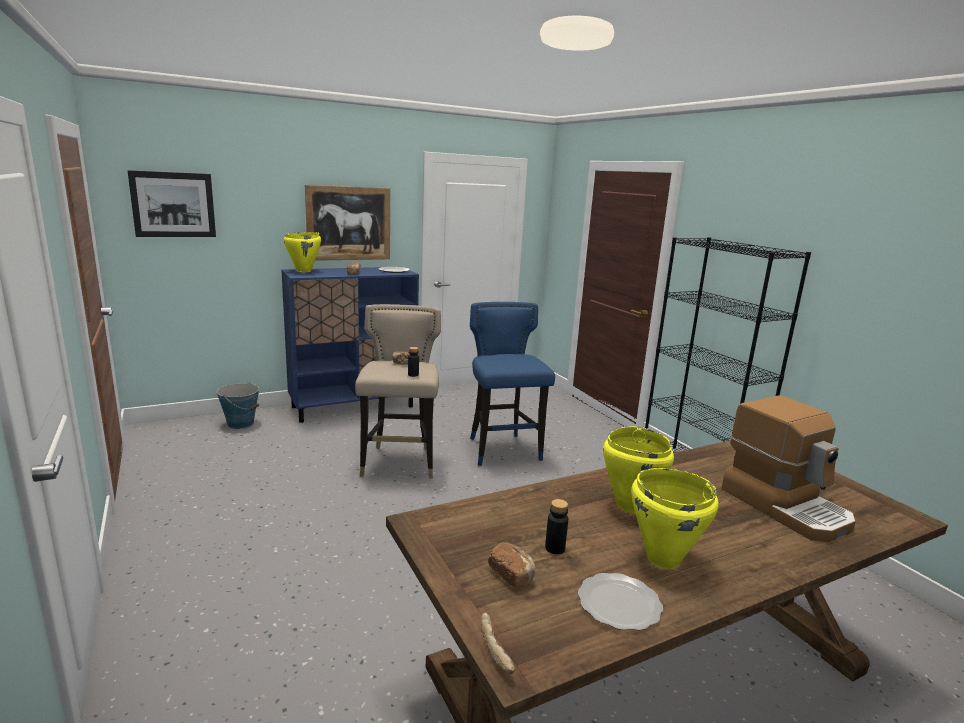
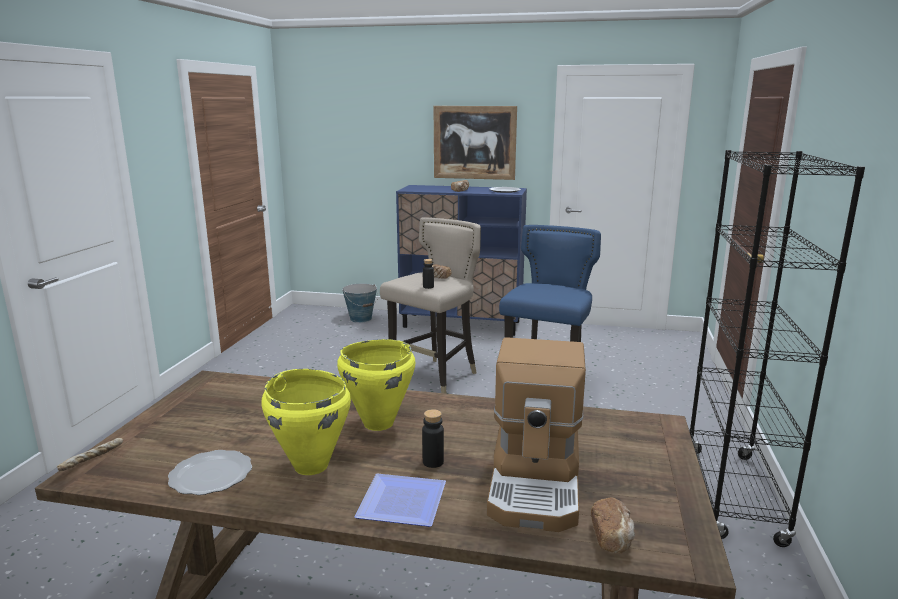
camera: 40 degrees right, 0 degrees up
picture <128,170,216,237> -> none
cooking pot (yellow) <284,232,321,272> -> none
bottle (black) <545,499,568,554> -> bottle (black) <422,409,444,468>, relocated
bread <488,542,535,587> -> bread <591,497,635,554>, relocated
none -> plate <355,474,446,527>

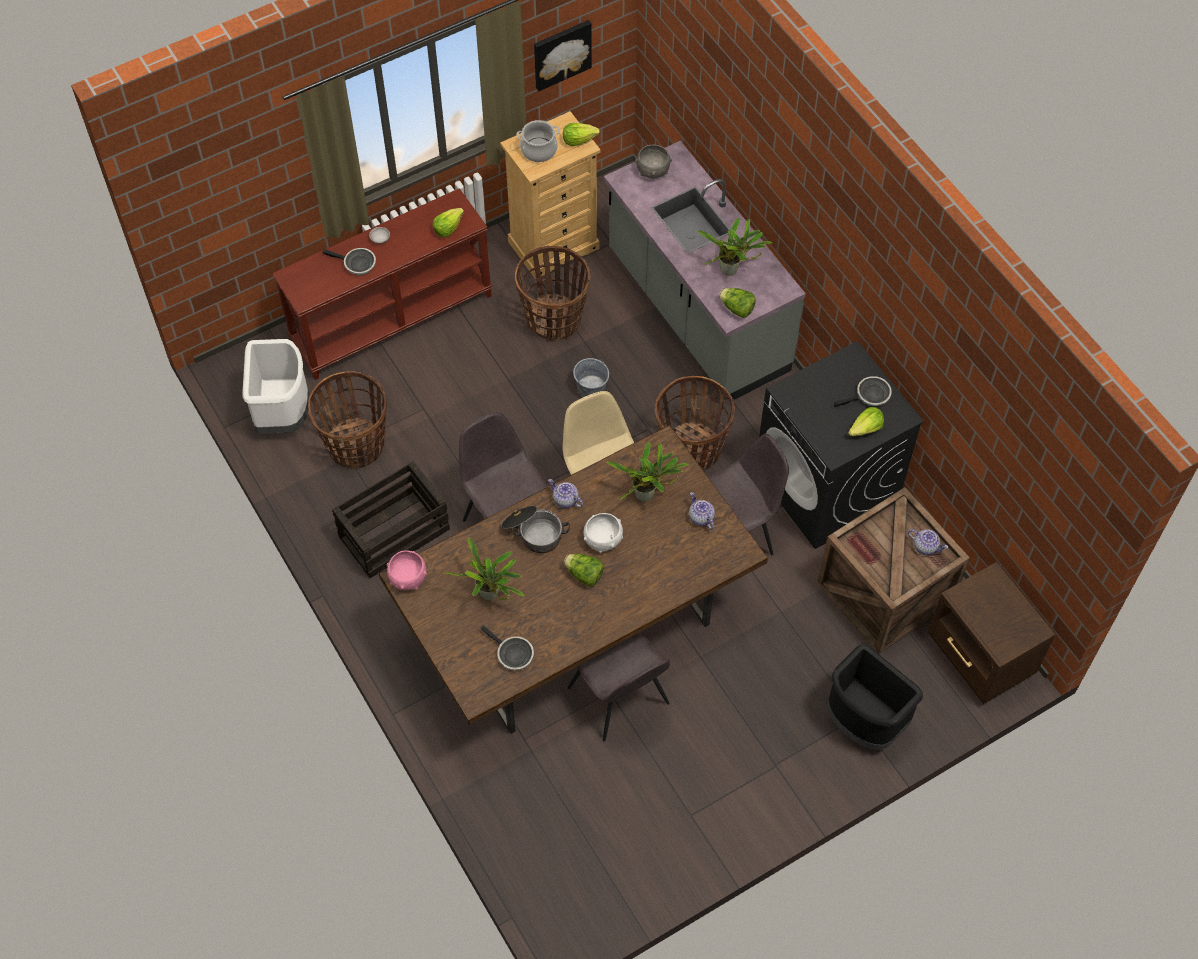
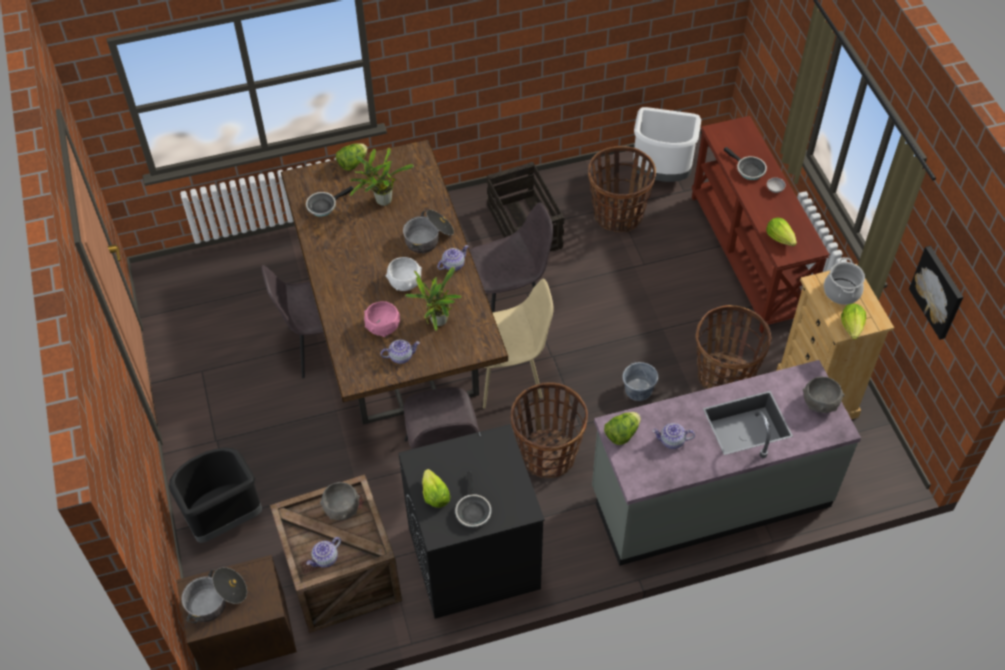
camera: 105 degrees right, 5 degrees down
potted plant <697,218,773,276> -> teapot <652,423,695,449>
frying pan <322,248,376,275> -> frying pan <724,147,767,180>, 75 degrees counterclockwise
bowl (pink) <387,550,427,590> -> bowl (pink) <364,301,400,337>, relocated
lettuce <564,554,604,587> -> lettuce <336,143,368,171>, relocated
none -> bowl (grey) <320,482,360,520>
none -> cooking pot <181,567,247,623>

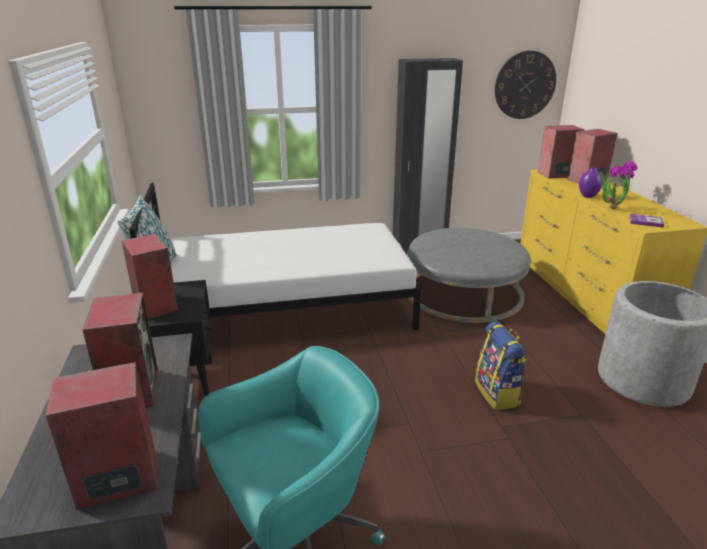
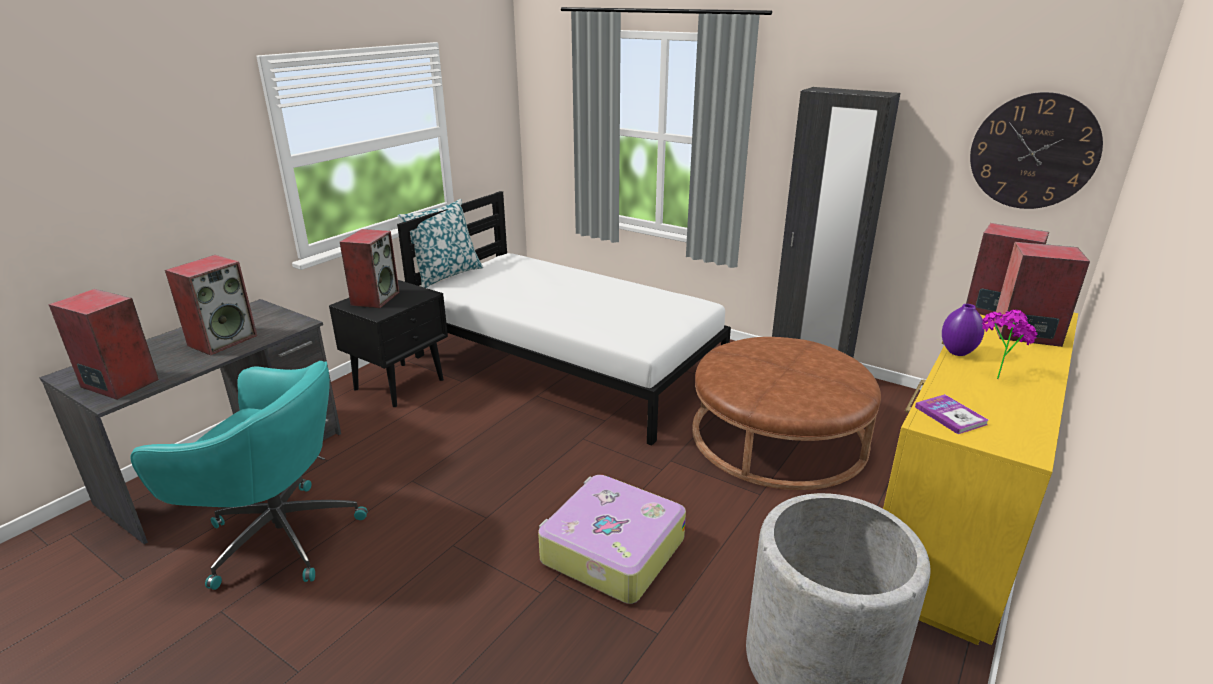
camera: 45 degrees right, 0 degrees up
potted plant <598,169,632,210> -> none
ottoman (grey) <407,228,531,323> -> ottoman (brown) <692,337,881,490>
backpack <475,321,527,410> -> suitcase <538,475,686,604>

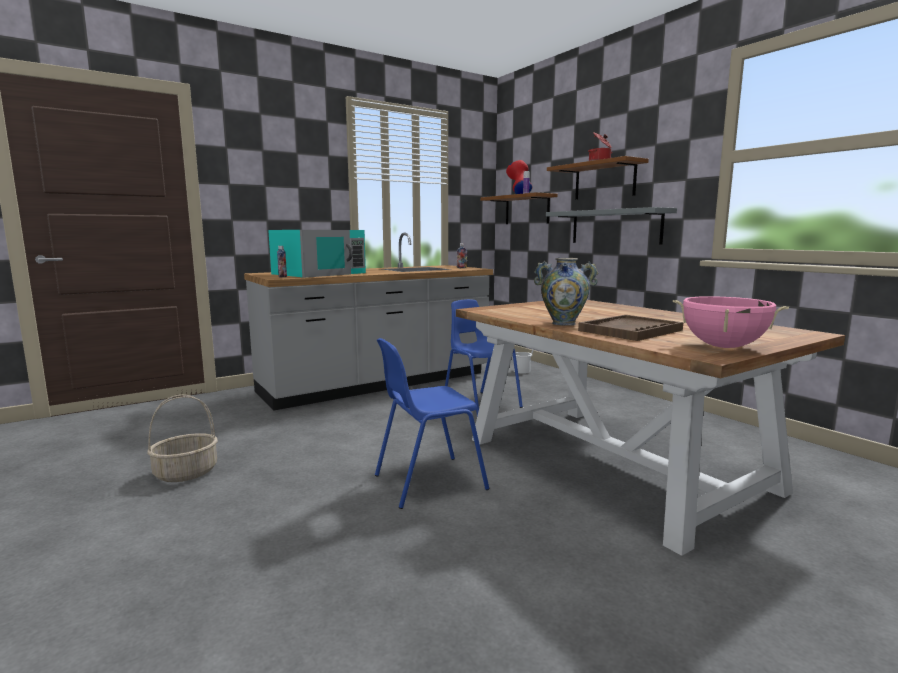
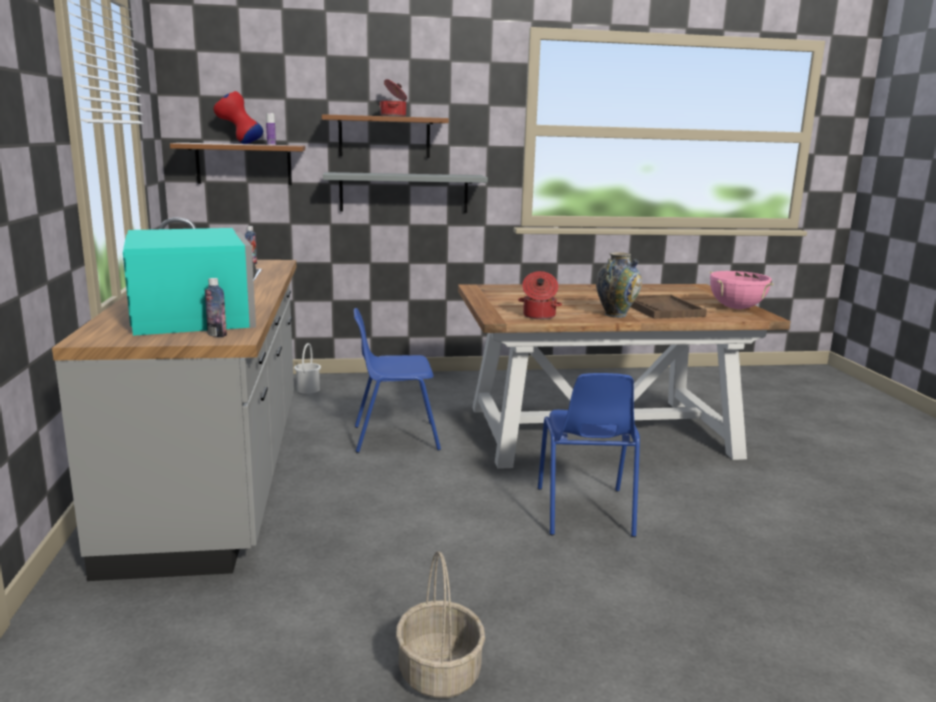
camera: 65 degrees left, 5 degrees up
none -> cooking pot <518,271,562,319>

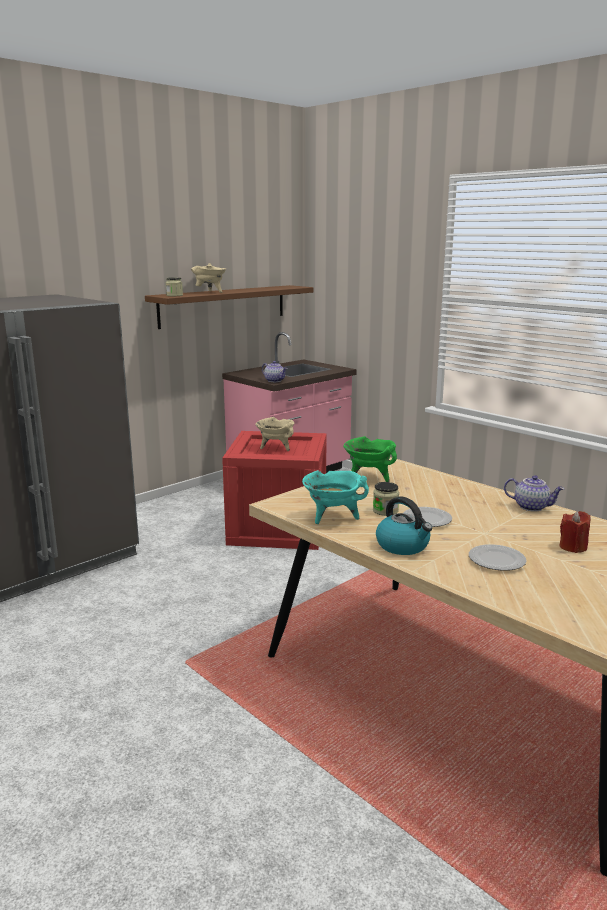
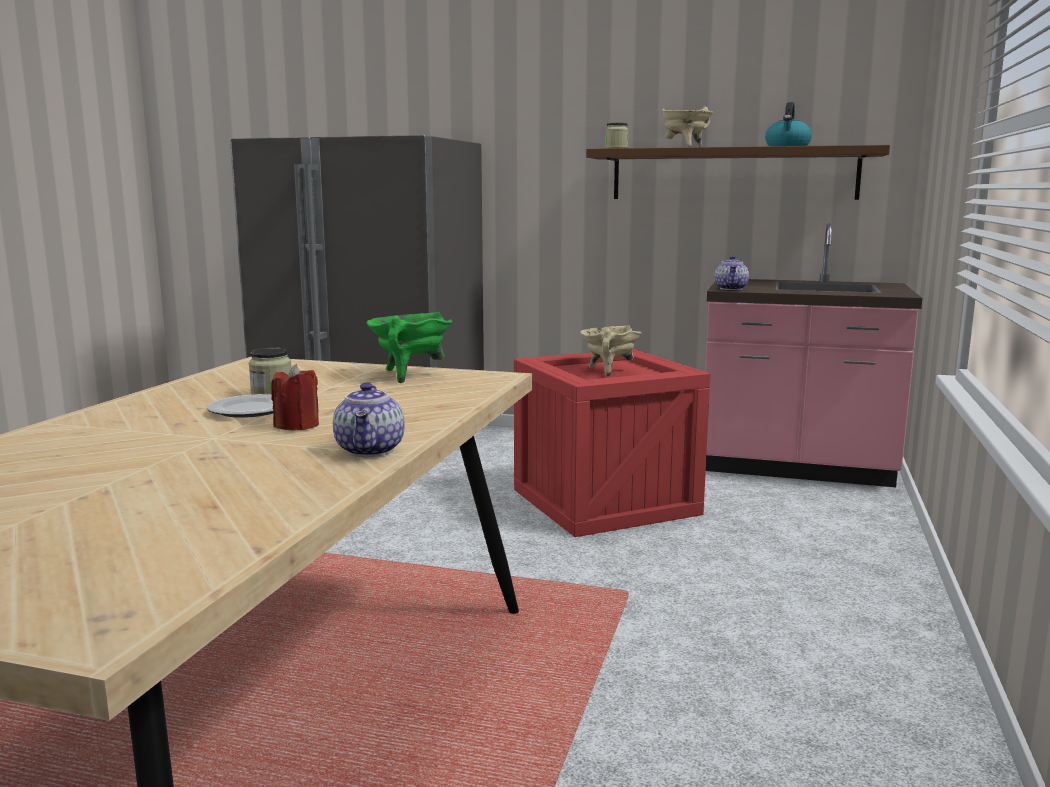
camera: 60 degrees right, 5 degrees down
cooking pot (turquoise) <302,470,369,524> -> none
kettle <376,496,433,555> -> kettle <765,102,812,146>, relocated
candle (red) <560,511,590,553> -> candle (red) <271,364,319,430>, relocated
plate <469,544,527,571> -> none

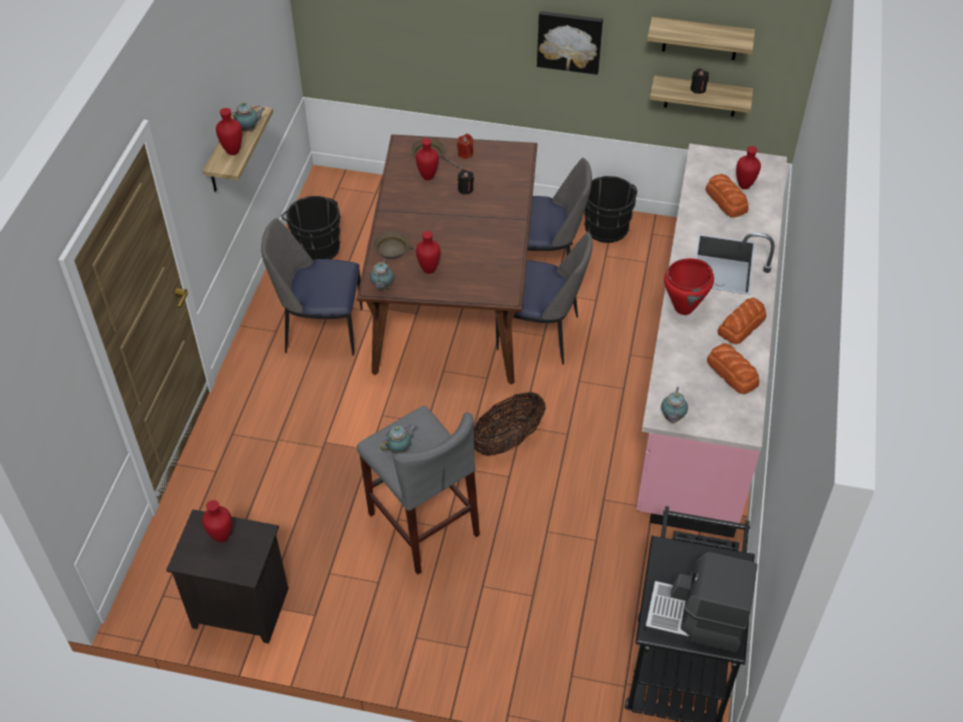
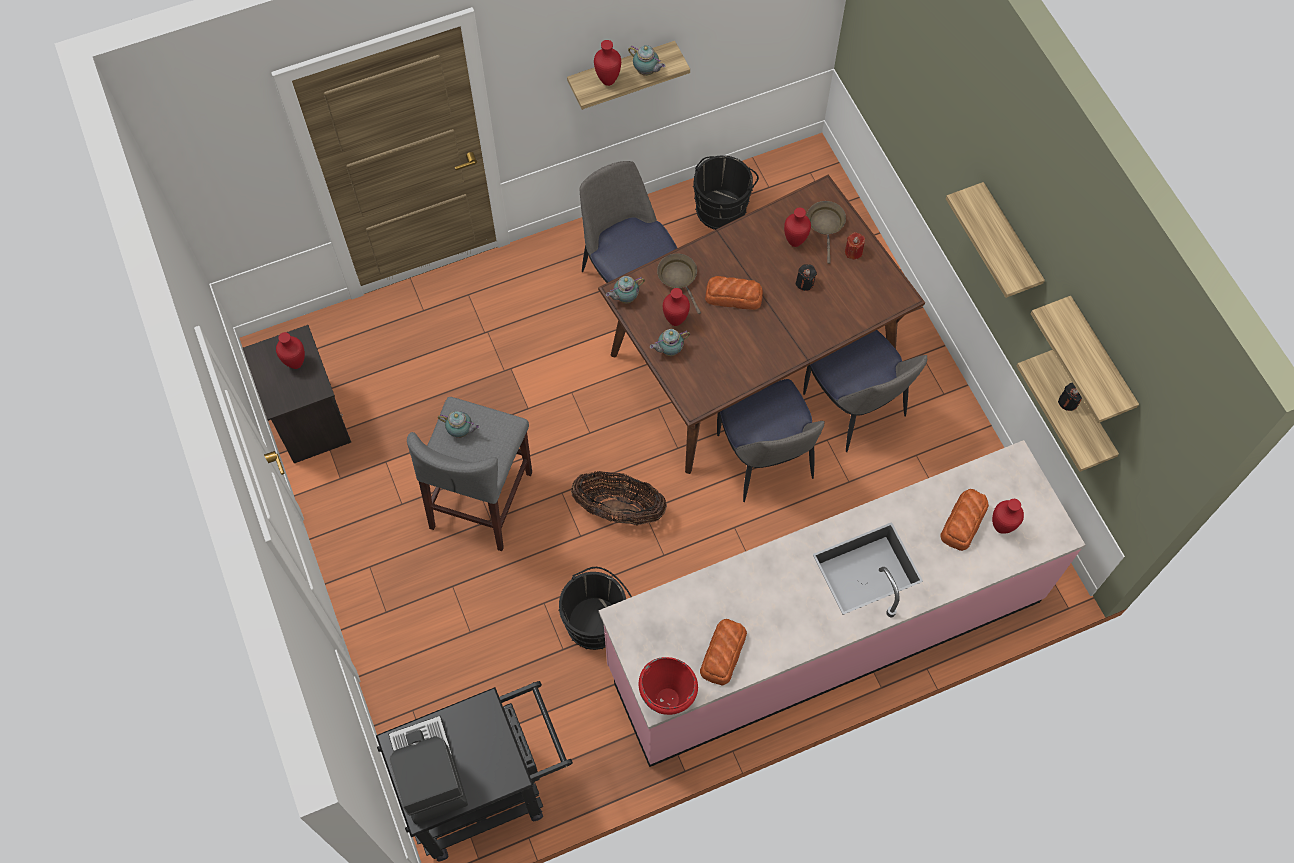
camera: 55 degrees right, 15 degrees up
picture <537,11,603,75> -> shelf <946,182,1045,298>
bucket (black) <584,176,638,243> -> bucket (black) <558,567,632,650>, relocated
cooking pot (red) <664,258,714,315> -> cooking pot (red) <639,657,698,715>, relocated
bread <718,298,766,344> -> bread <705,276,763,310>, relocated
teapot <661,387,688,423> -> teapot <650,329,690,356>, relocated

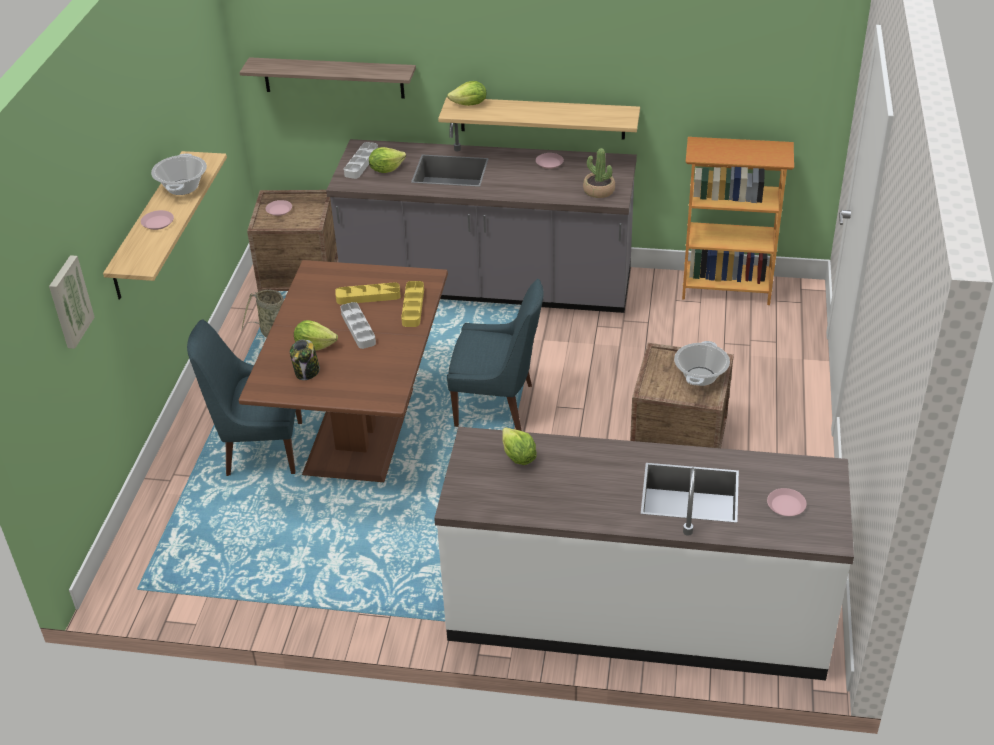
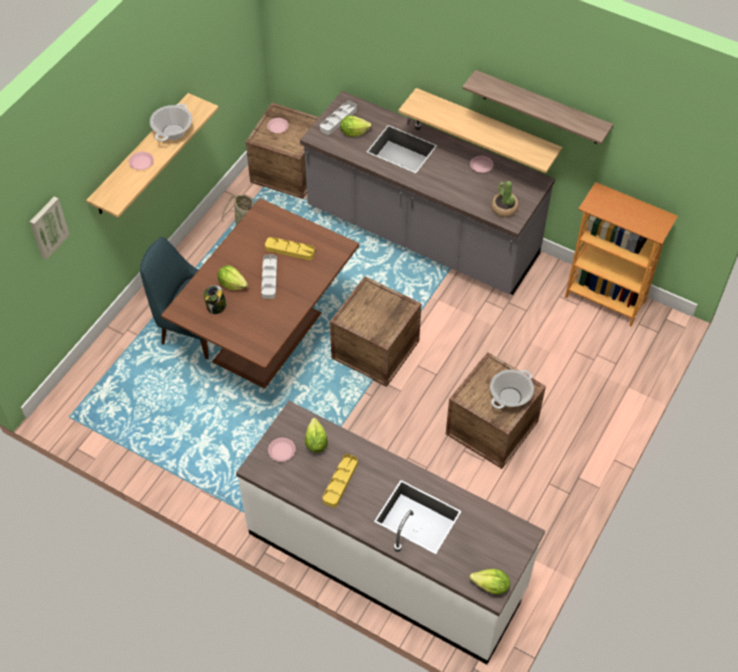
camera: 20 degrees right, 15 degrees up
shelf <240,57,416,99> -> shelf <462,70,613,144>, relocated
lettuce <447,81,486,106> -> lettuce <469,569,510,595>, relocated
chair (blue) <447,279,544,431> -> crate <330,276,421,387>
tray (yellow) <401,281,424,327> -> tray (yellow) <323,454,358,508>, relocated
plate (pink) <767,488,807,516> -> plate (pink) <268,438,296,462>, relocated

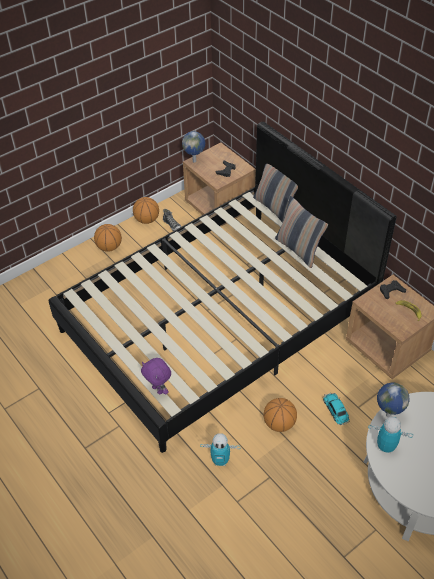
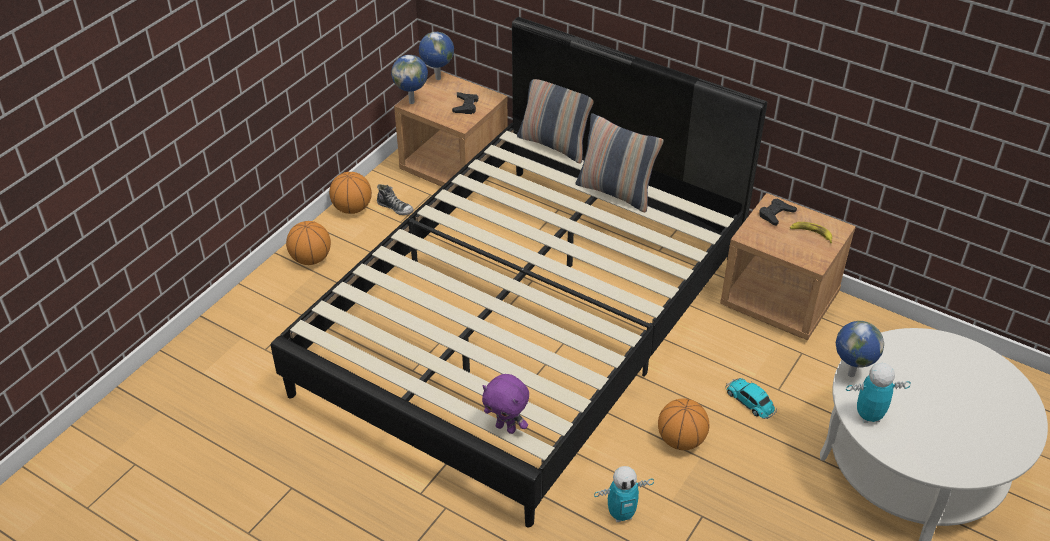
camera: 20 degrees left, 5 degrees down
none -> globe <419,32,454,80>

